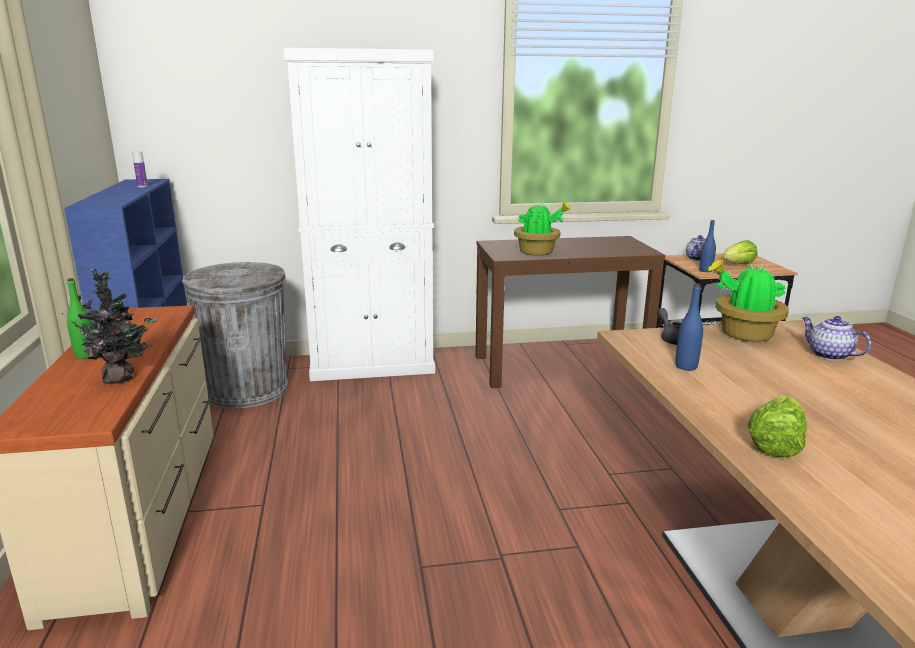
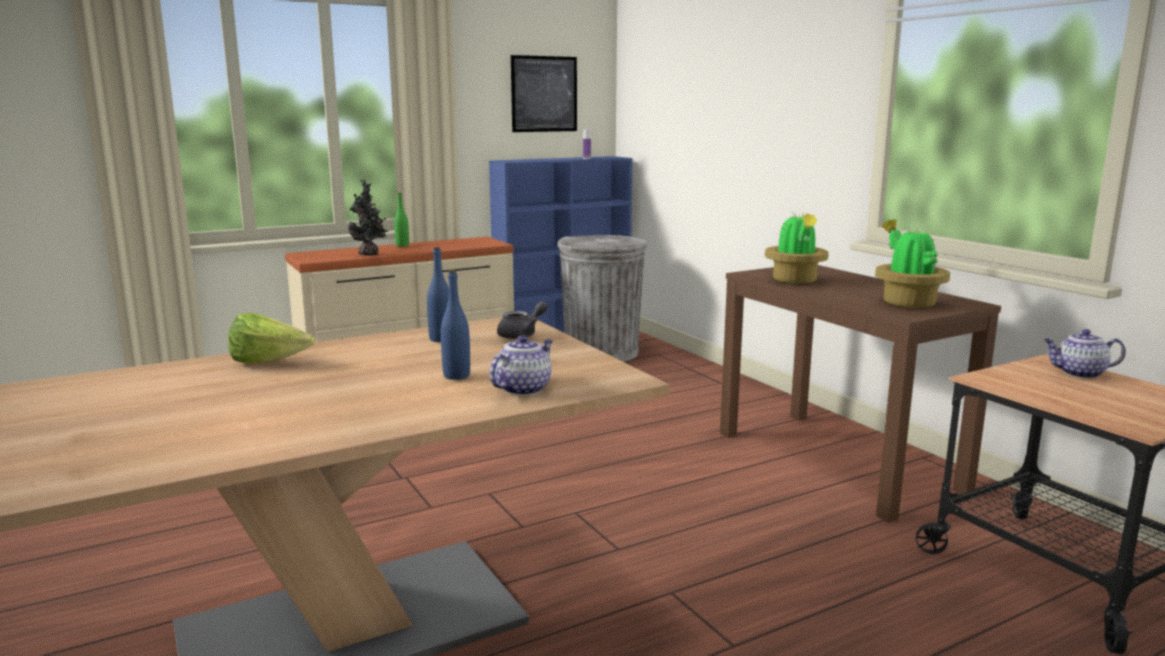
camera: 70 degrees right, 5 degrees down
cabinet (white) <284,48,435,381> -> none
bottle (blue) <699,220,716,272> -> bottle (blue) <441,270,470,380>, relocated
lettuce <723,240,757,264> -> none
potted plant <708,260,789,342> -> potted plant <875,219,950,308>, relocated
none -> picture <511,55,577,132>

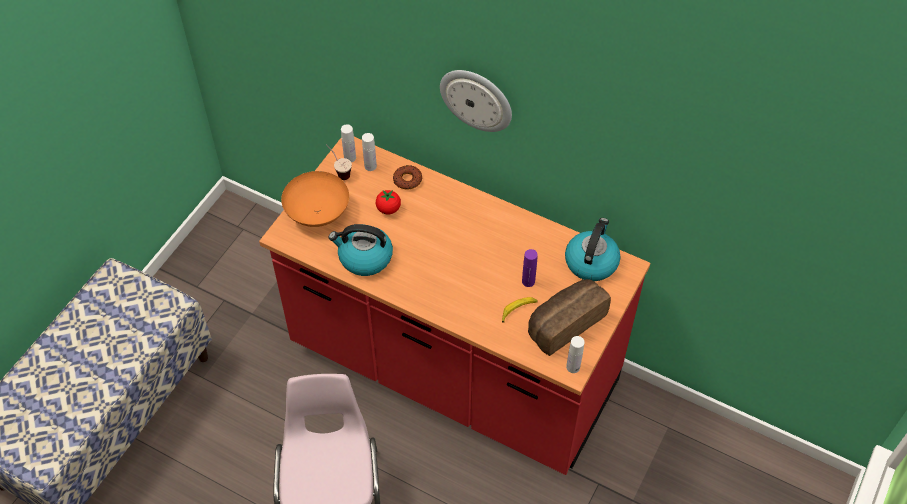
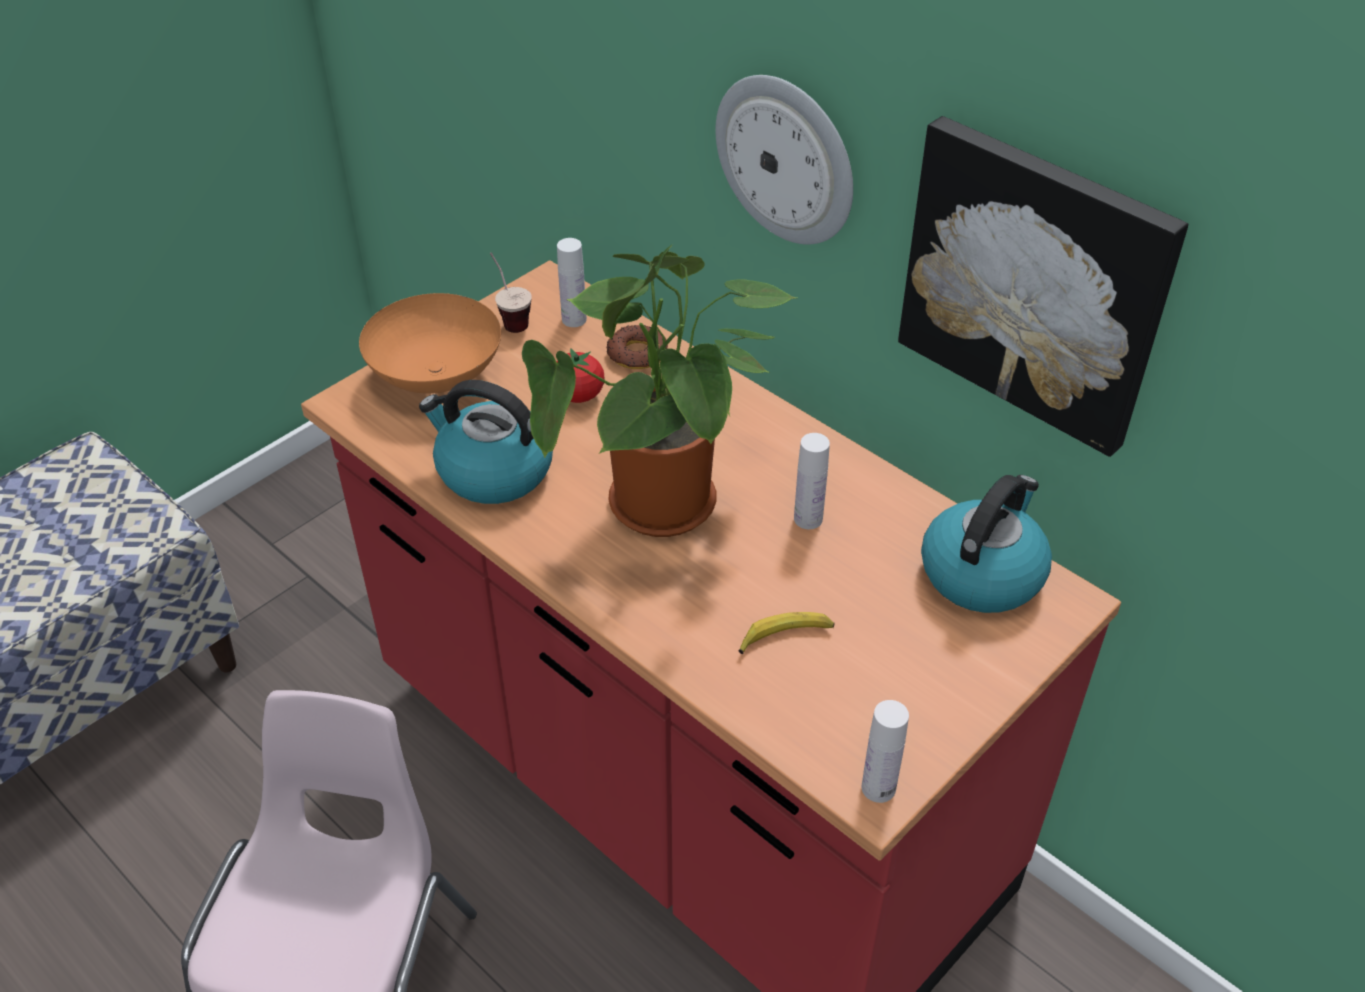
camera: 15 degrees right, 10 degrees down
bottle (white) <341,124,356,162> -> bottle (white) <794,433,830,529>, relocated
bottle (purple) <522,249,538,287> -> none
bread <528,279,611,356> -> none
none -> picture <898,116,1189,457>
none -> potted plant <522,245,797,537>

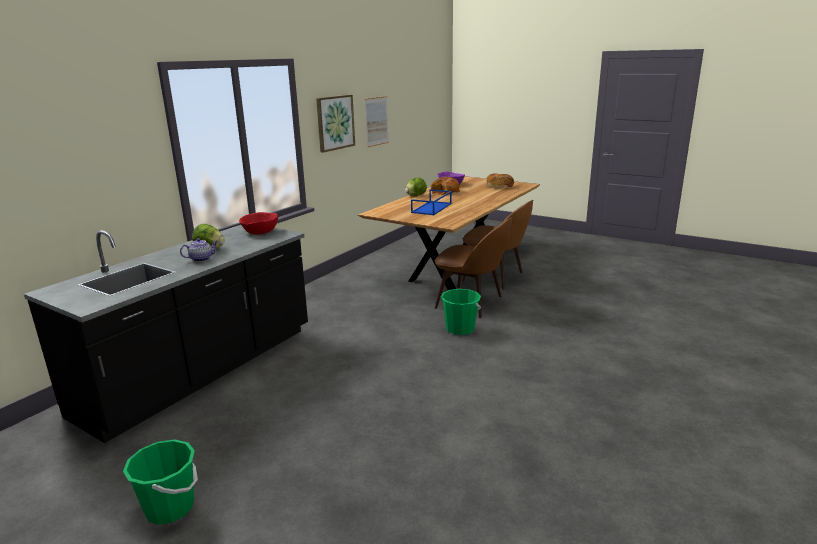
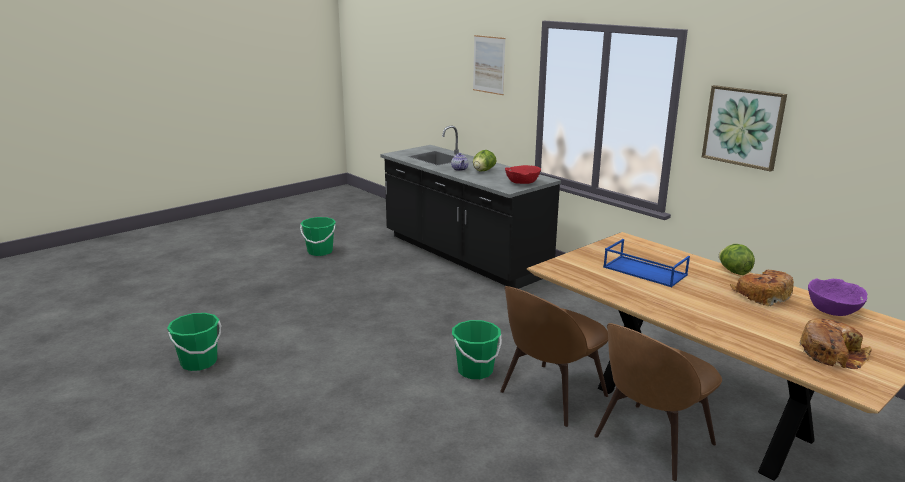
camera: 105 degrees right, 0 degrees up
picture <364,96,389,148> -> picture <473,35,506,95>, relocated
none -> bucket (green) <167,313,221,371>

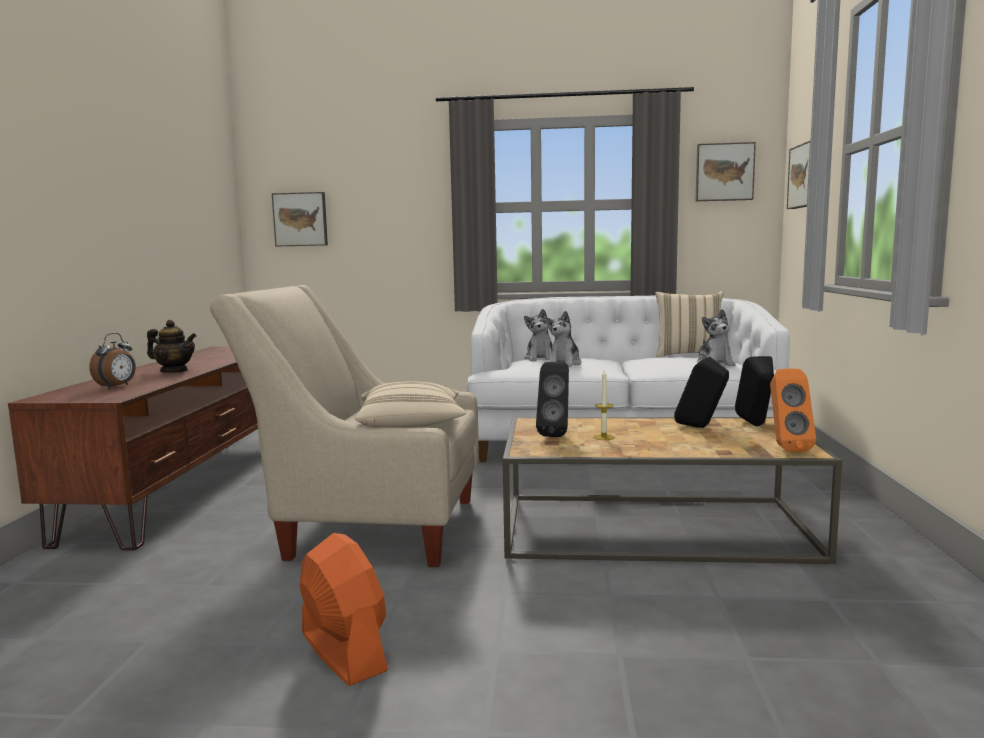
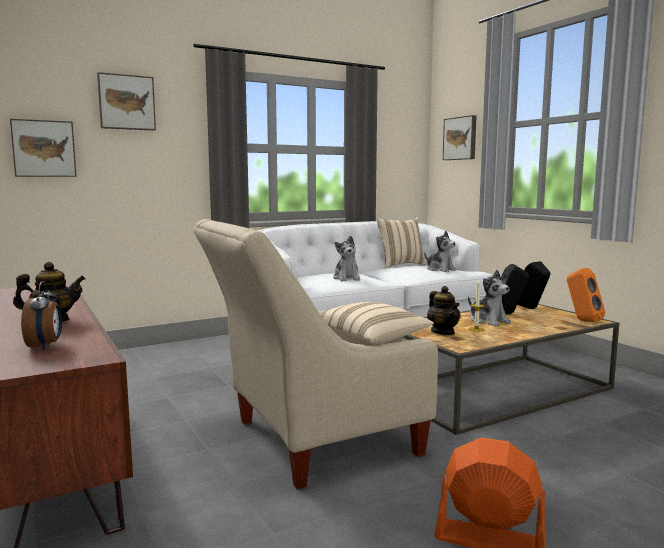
camera: 35 degrees left, 0 degrees up
picture <696,142,756,201> -> picture <97,72,156,130>, relocated
plush toy <524,309,553,361> -> plush toy <468,270,511,326>, relocated
speaker (black) <536,362,569,437> -> teapot <427,286,460,335>

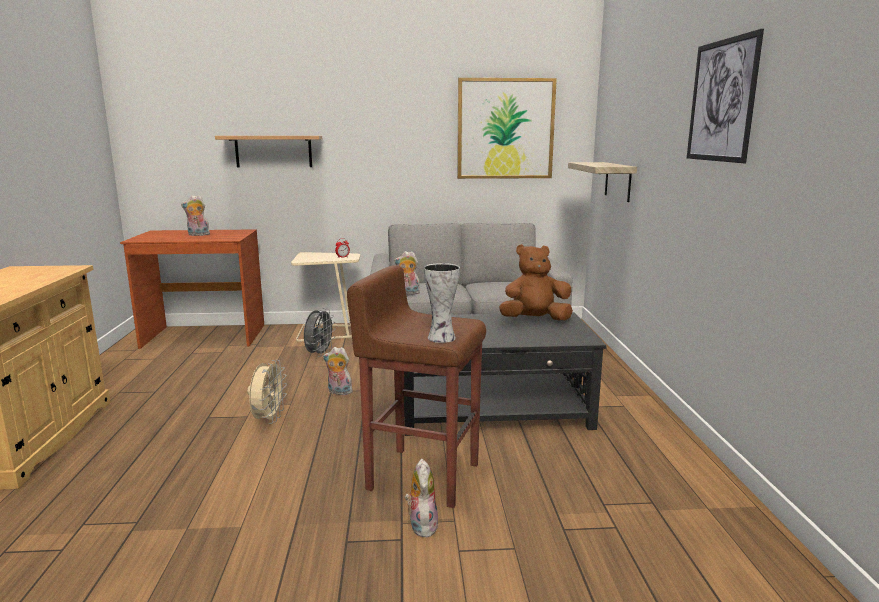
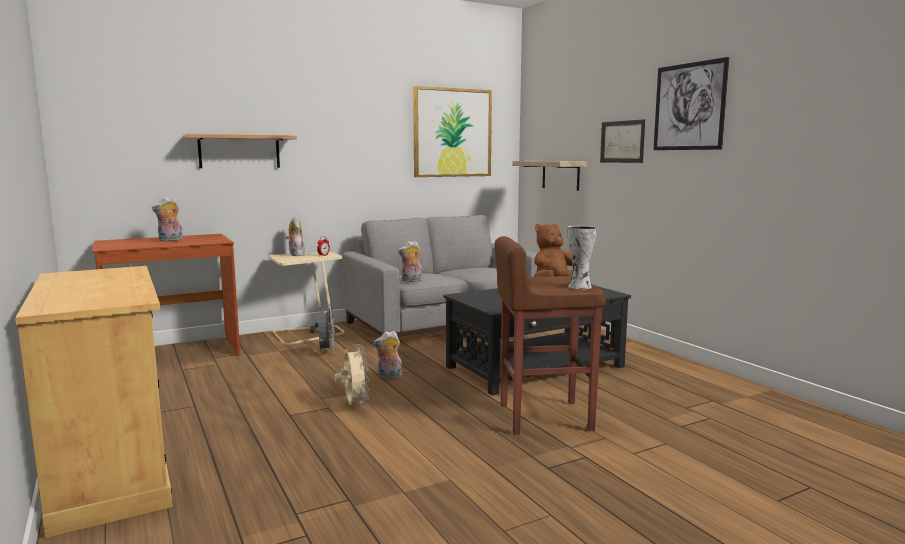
camera: 25 degrees left, 5 degrees down
plush toy <405,459,439,537> -> plush toy <286,217,305,256>, relocated
none -> picture <600,119,645,163>

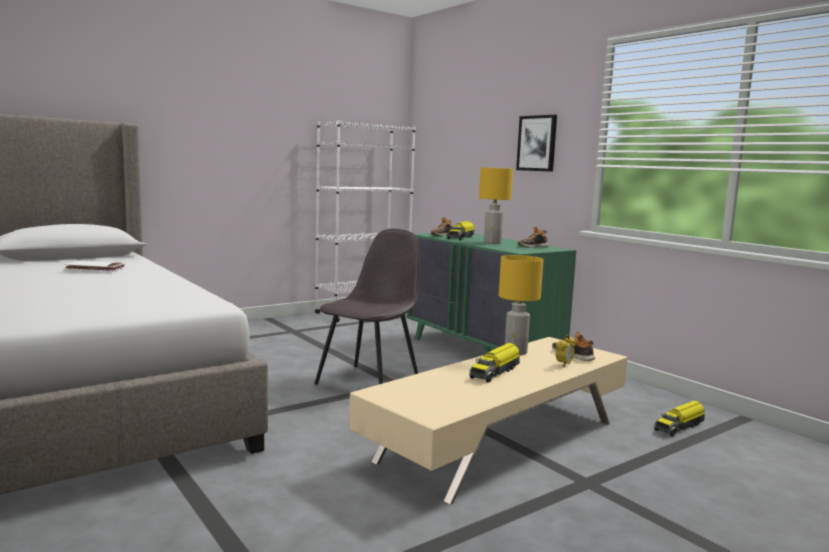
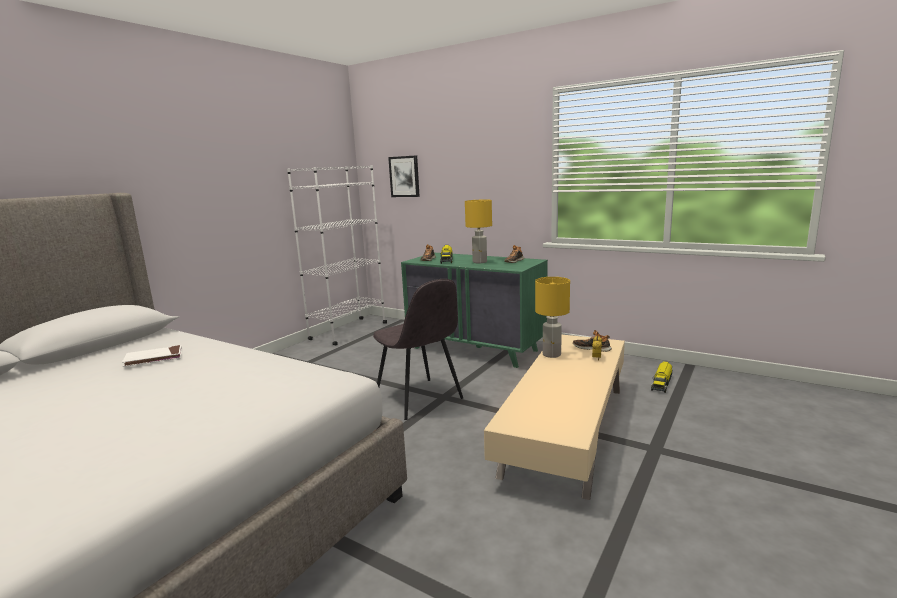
camera: 20 degrees left, 5 degrees up
picture <516,115,557,172> -> picture <388,155,420,197>, relocated
chair (grey) <315,229,420,385> -> chair (grey) <373,279,463,420>, 135 degrees clockwise
toy truck <469,343,520,382> -> none

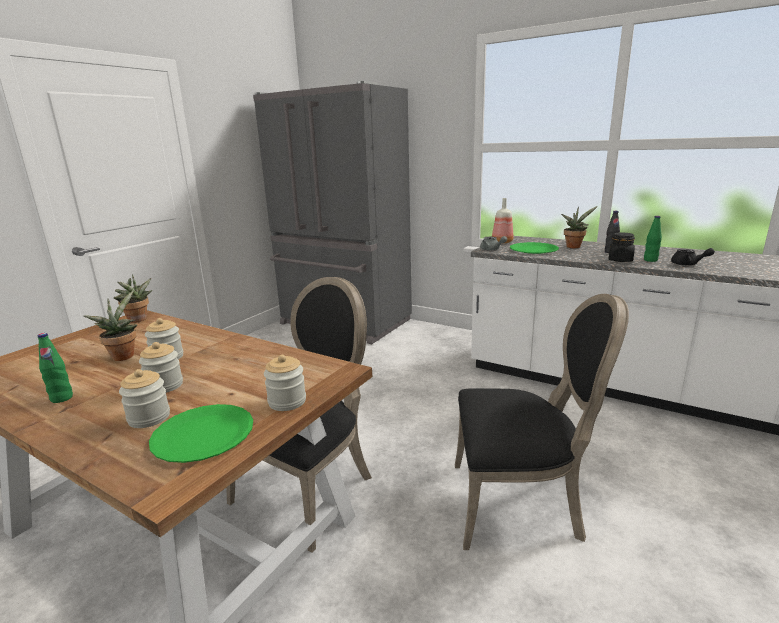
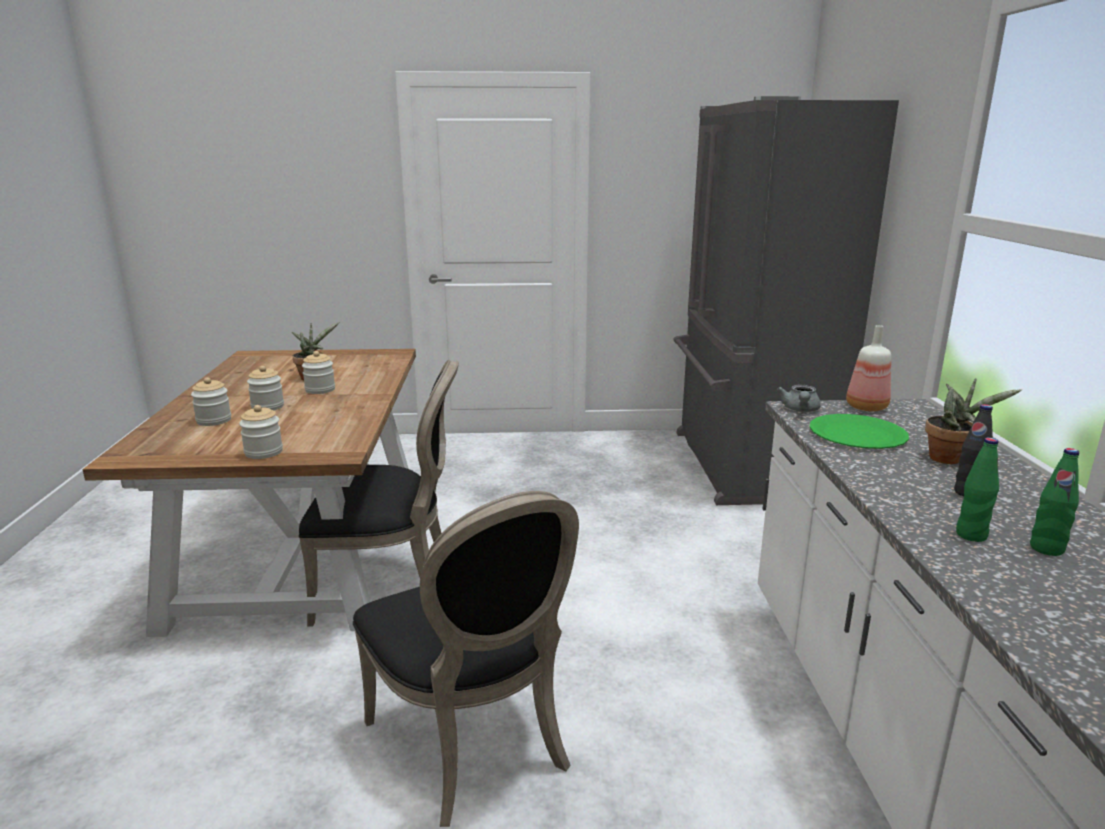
camera: 55 degrees right, 0 degrees up
jar (black) <609,233,635,262> -> none
teapot (black) <671,248,715,266> -> none
potted plant <114,274,152,323> -> none
bottle (green) <38,333,73,403> -> bottle (green) <1030,448,1079,556>, relocated
plate (green) <149,404,253,463> -> none

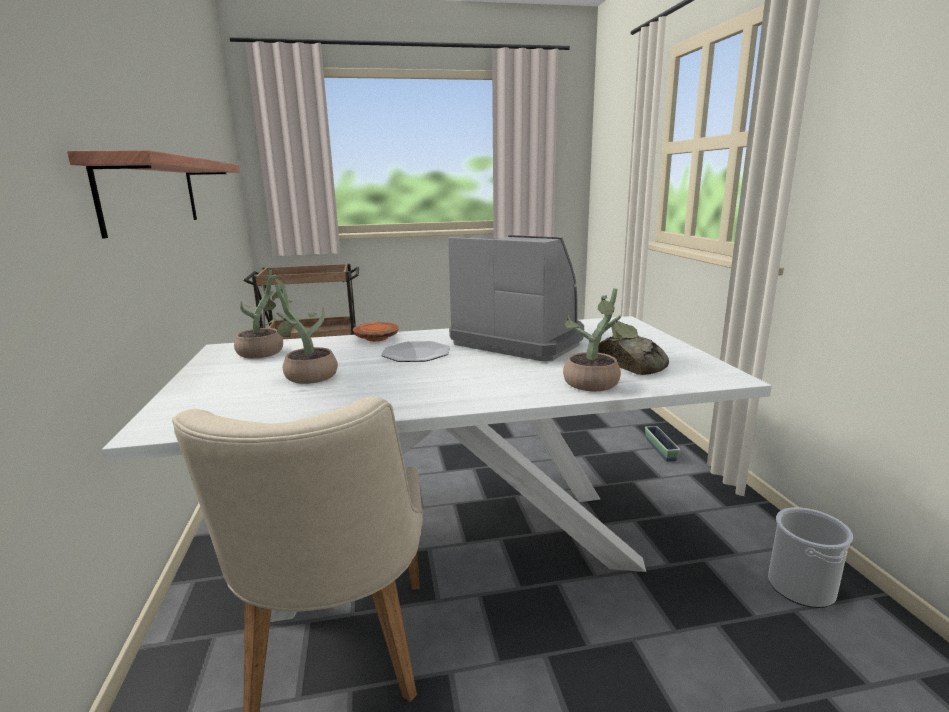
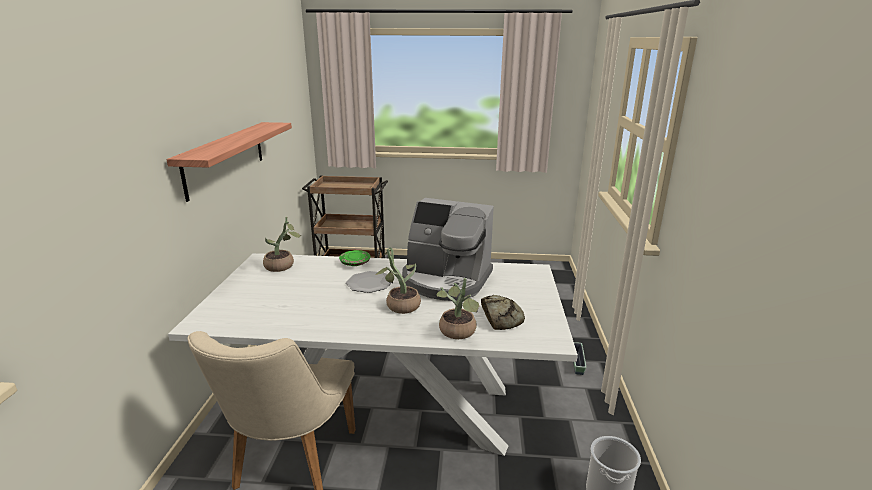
camera: 15 degrees right, 5 degrees up
coffee machine <448,235,584,361> -> coffee machine <402,198,494,301>, 150 degrees clockwise
potted plant <257,284,338,384> -> potted plant <375,247,421,314>, relocated
plate (orange) <353,322,399,341> -> plate (green) <339,250,371,266>

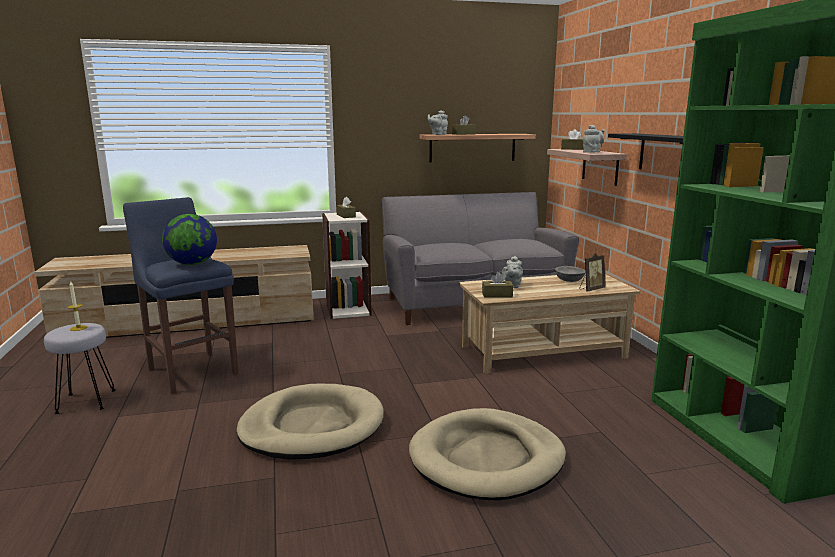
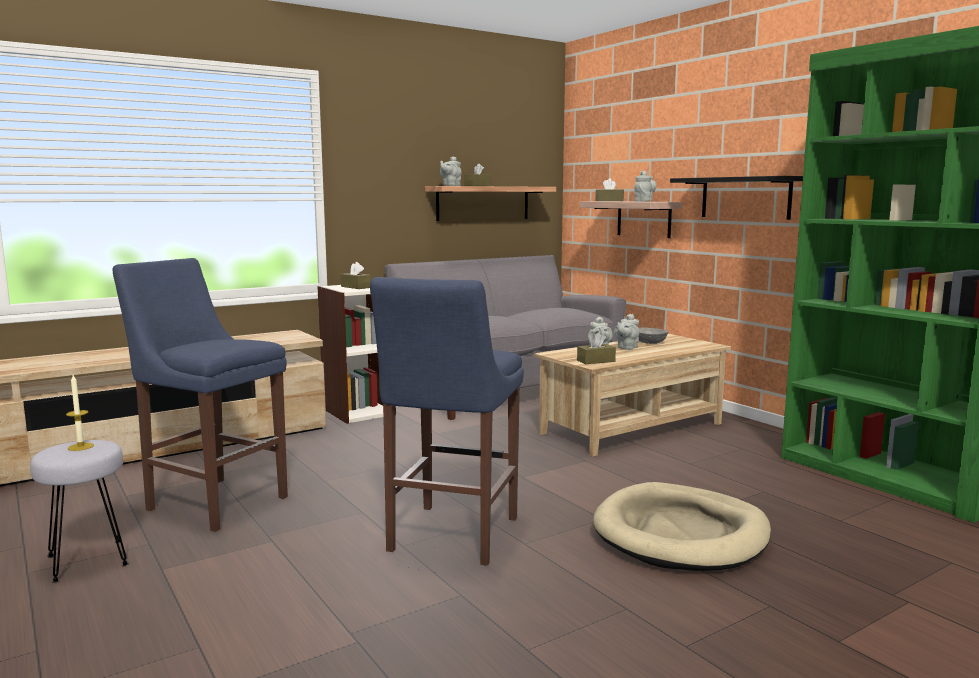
camera: 20 degrees left, 5 degrees down
globe <162,214,217,265> -> none
picture frame <580,253,606,292> -> none
dog bed (beige) <236,384,384,459> -> stool (blue) <370,277,524,566>
none -> teapot (grey) <614,314,640,350>

